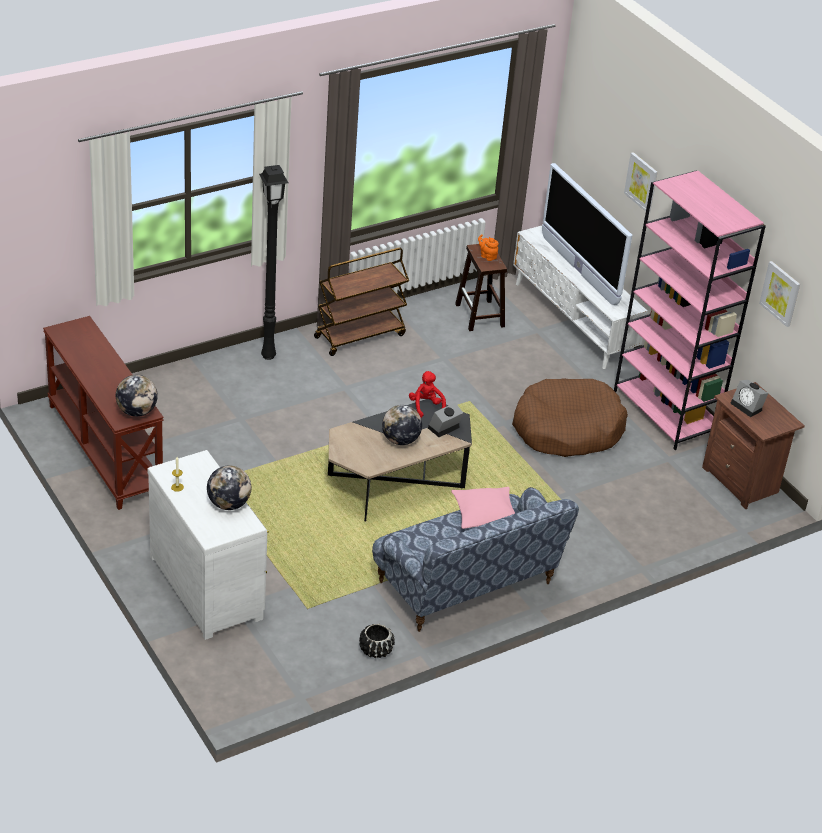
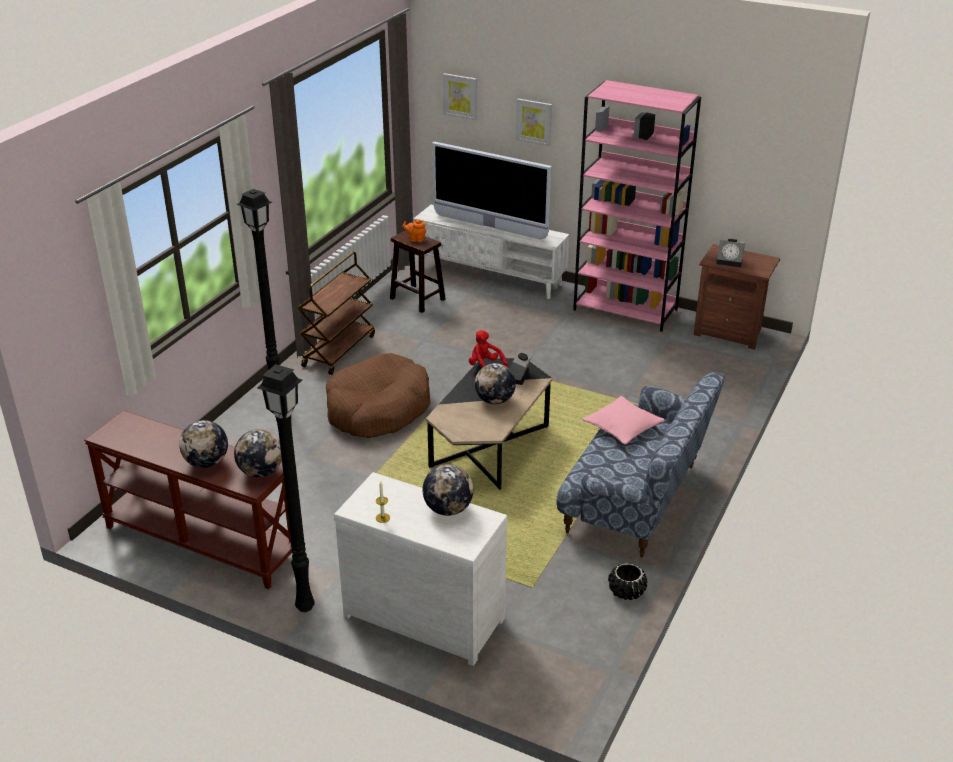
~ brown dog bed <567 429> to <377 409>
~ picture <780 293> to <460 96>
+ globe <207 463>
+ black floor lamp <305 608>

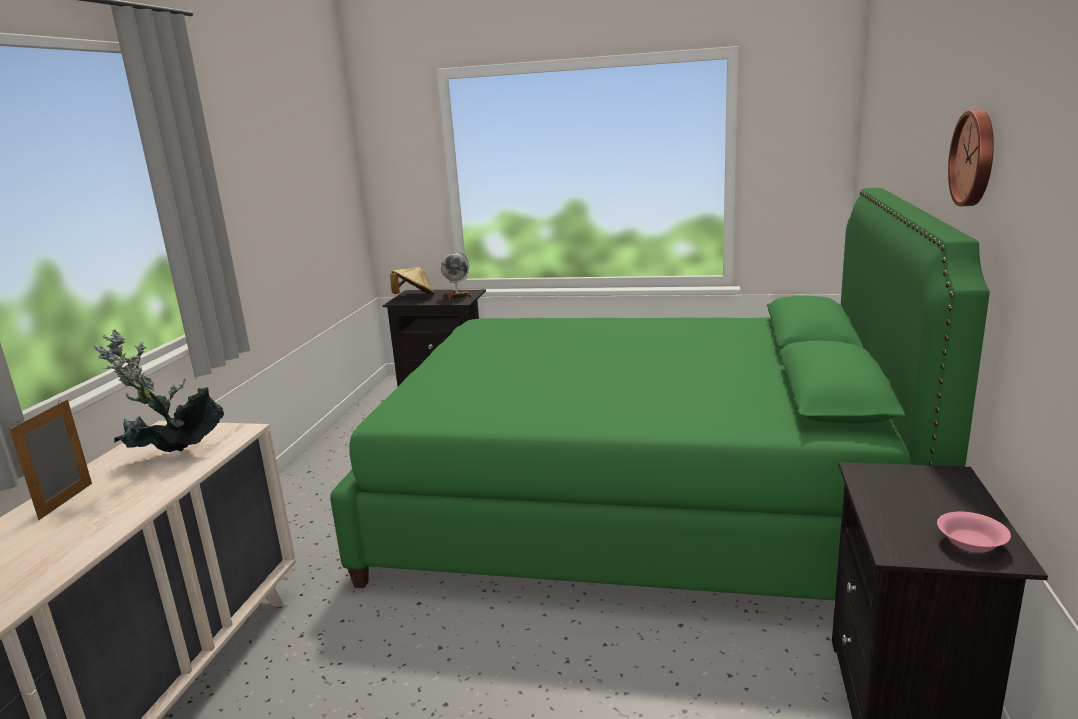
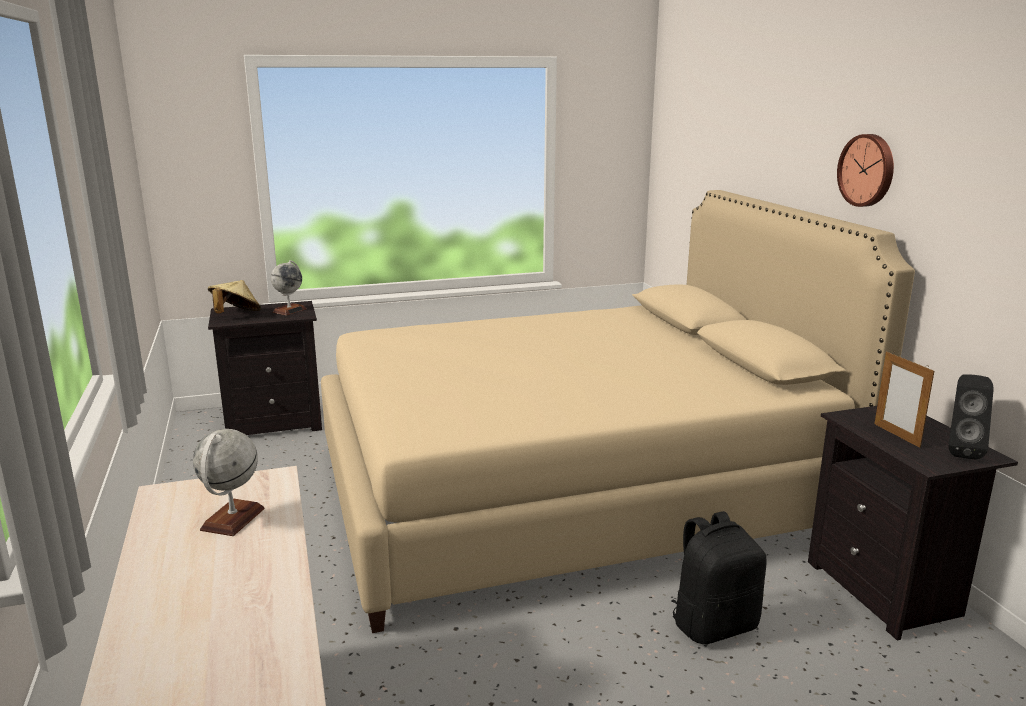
~ picture frame <66 501> to <896 435>
~ potted plant <172 457> to globe <233 519>
~ green bed <637 503> to beige bed <571 492>
~ pink bowl <971 544> to black speaker <961 451>
+ black backpack <714 625>

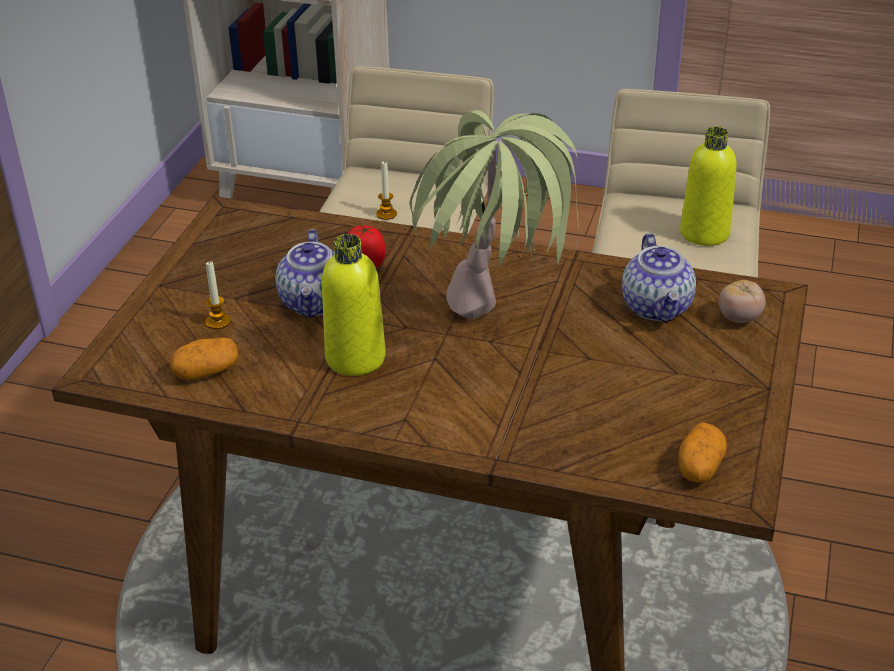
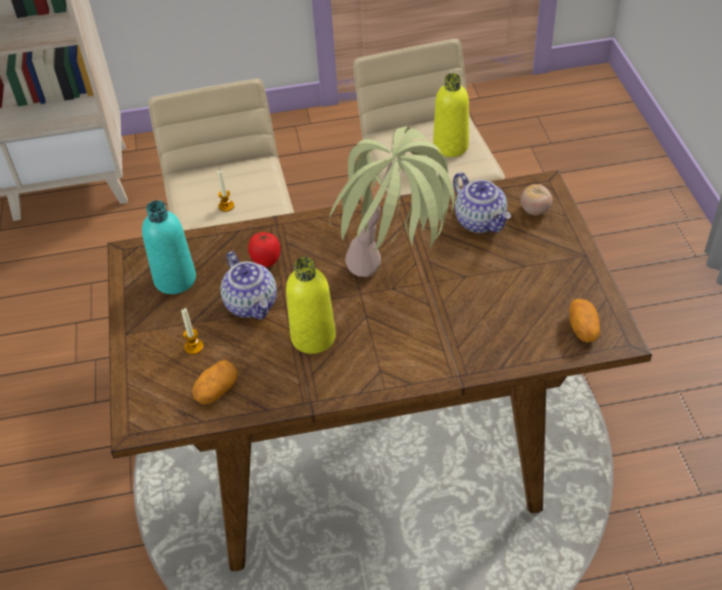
+ turquoise bottle <175 279>

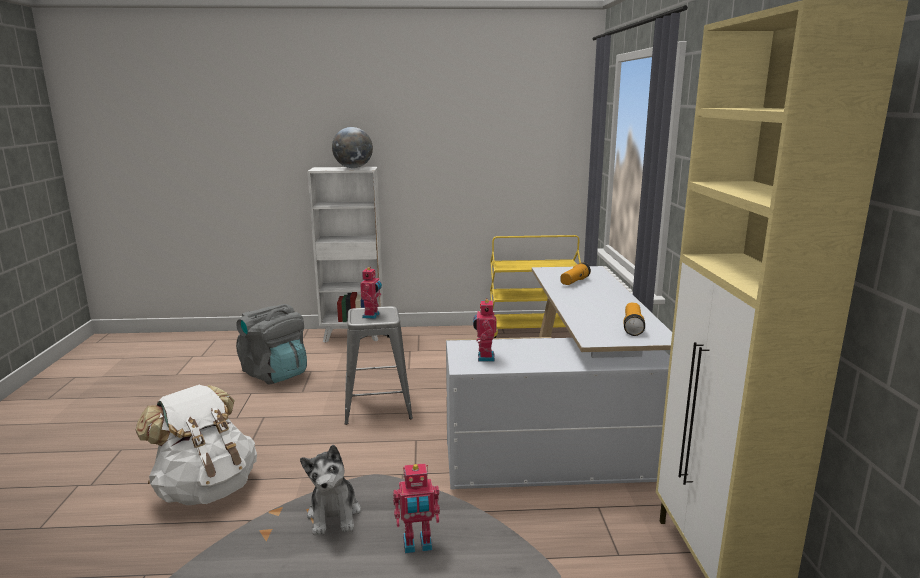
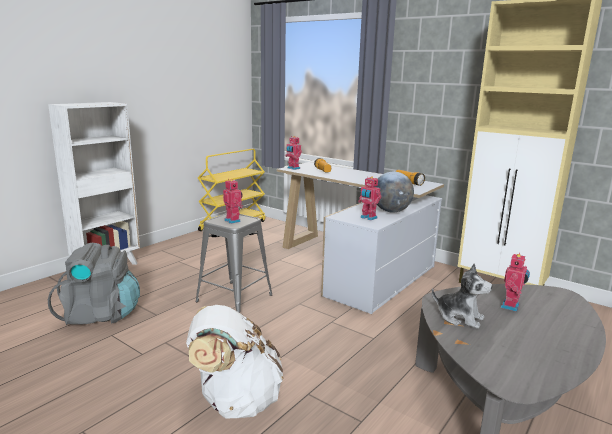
~ globe <353 168> to <391 211>
+ toy robot <293 168>

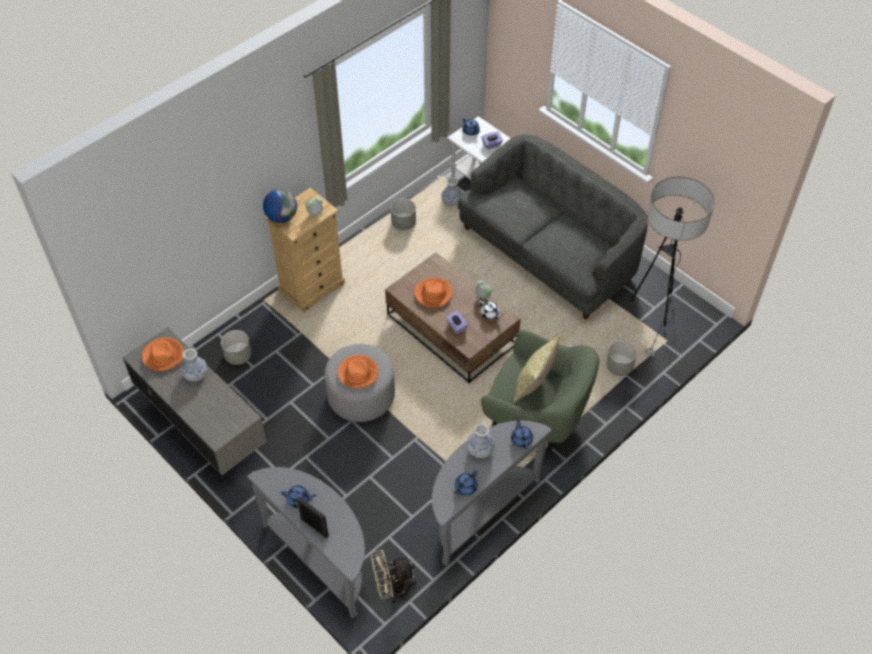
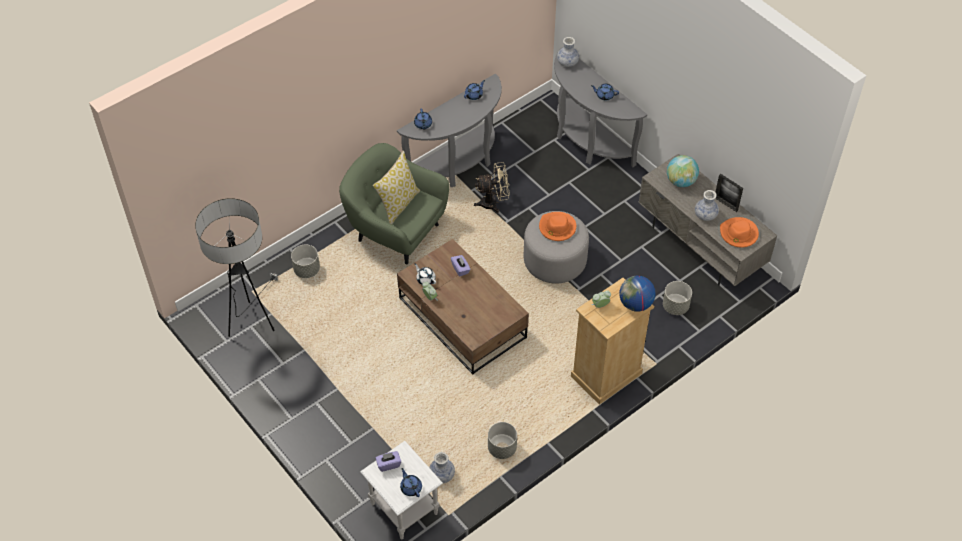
~ picture frame <314 527> to <726 204>
~ beige fan <392 589> to <493 203>
- orange hat <433 294>
- grey sofa <549 253>
~ vase <480 449> to <567 63>
+ globe <681 181>

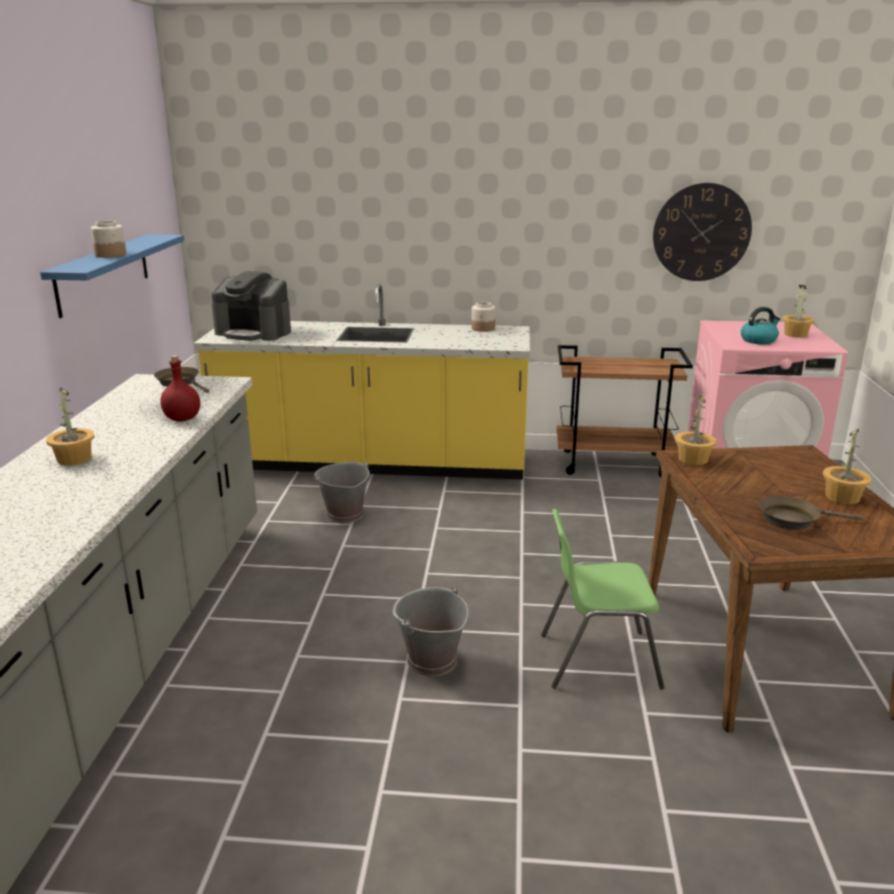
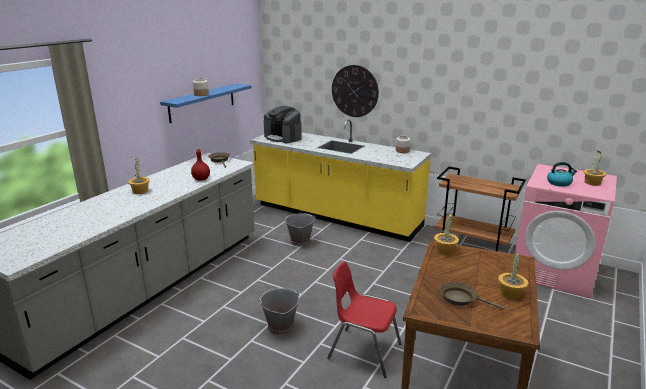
~ green chair <596 659> to red chair <363 351>
~ wall clock <701 232> to <355 91>

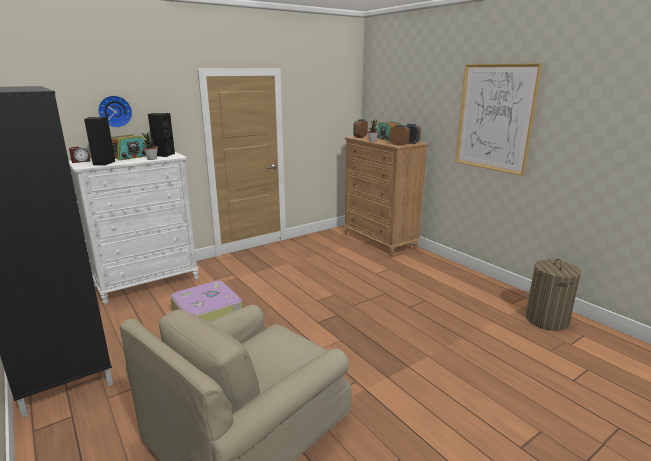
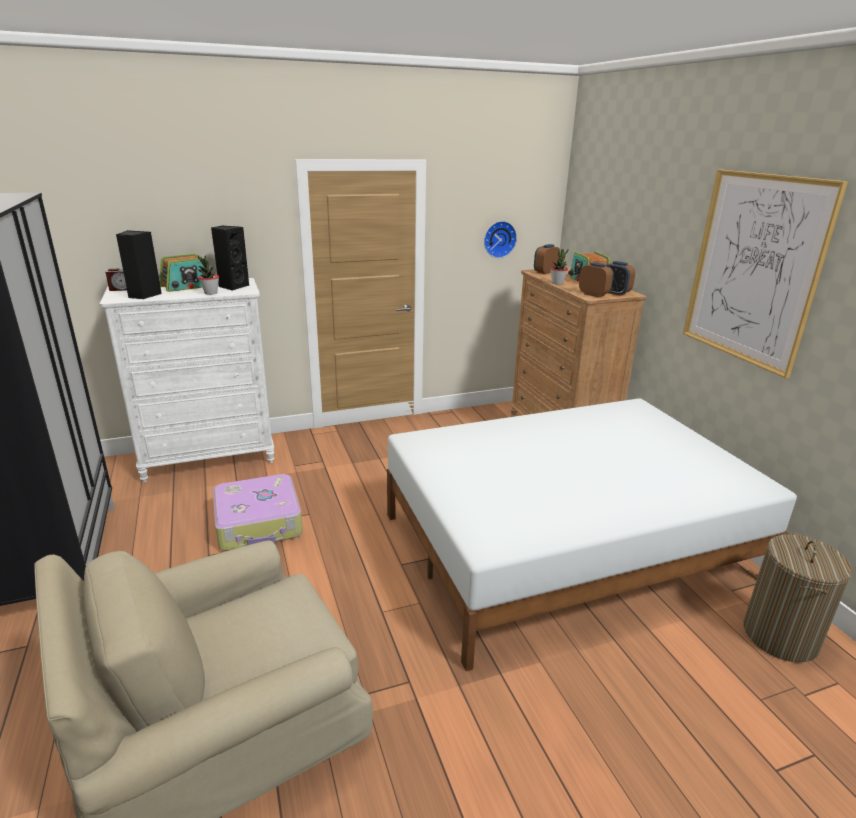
~ wall clock <114 111> to <499 239>
+ white bed <566 547>

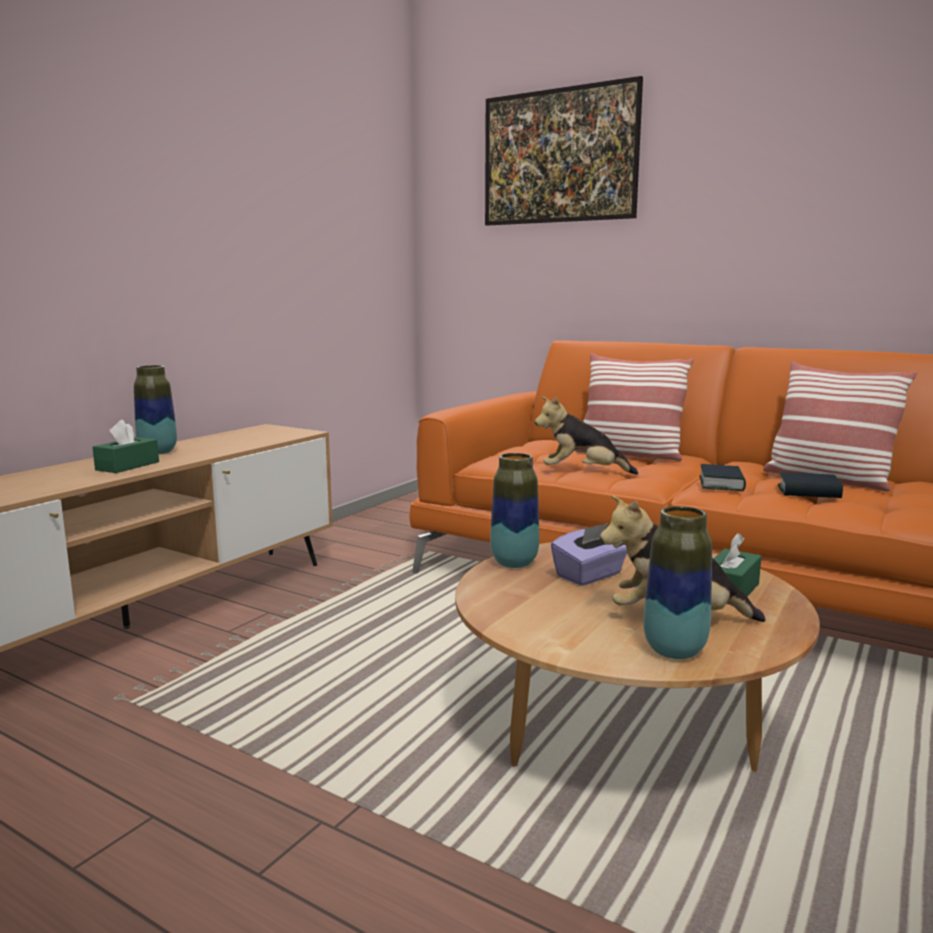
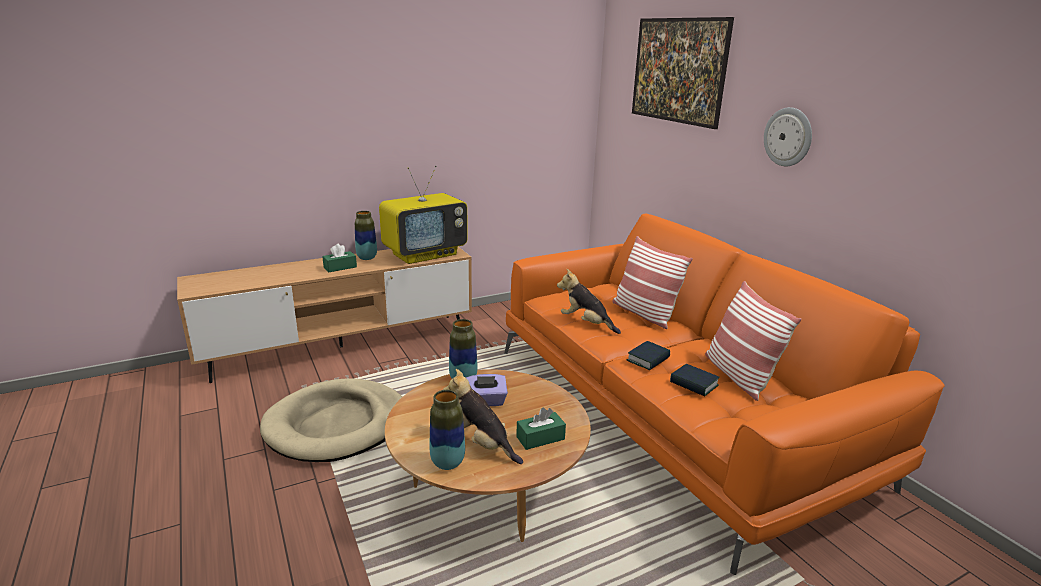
+ beige dog bed <337 424>
+ television <425 254>
+ wall clock <788 137>

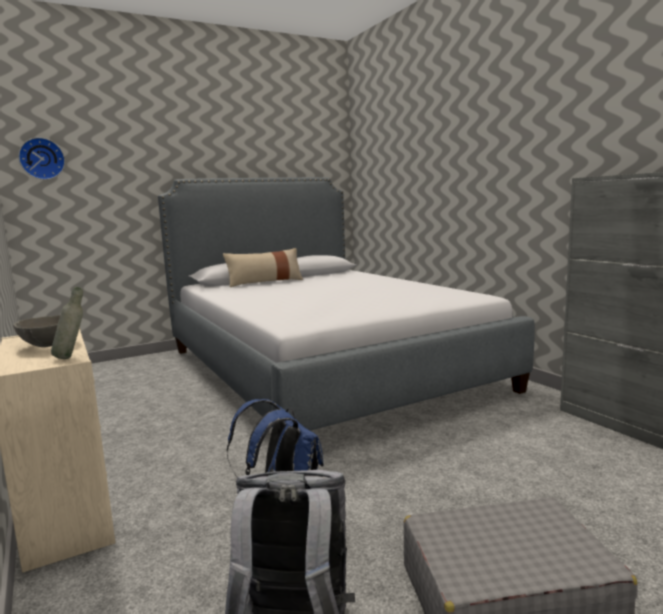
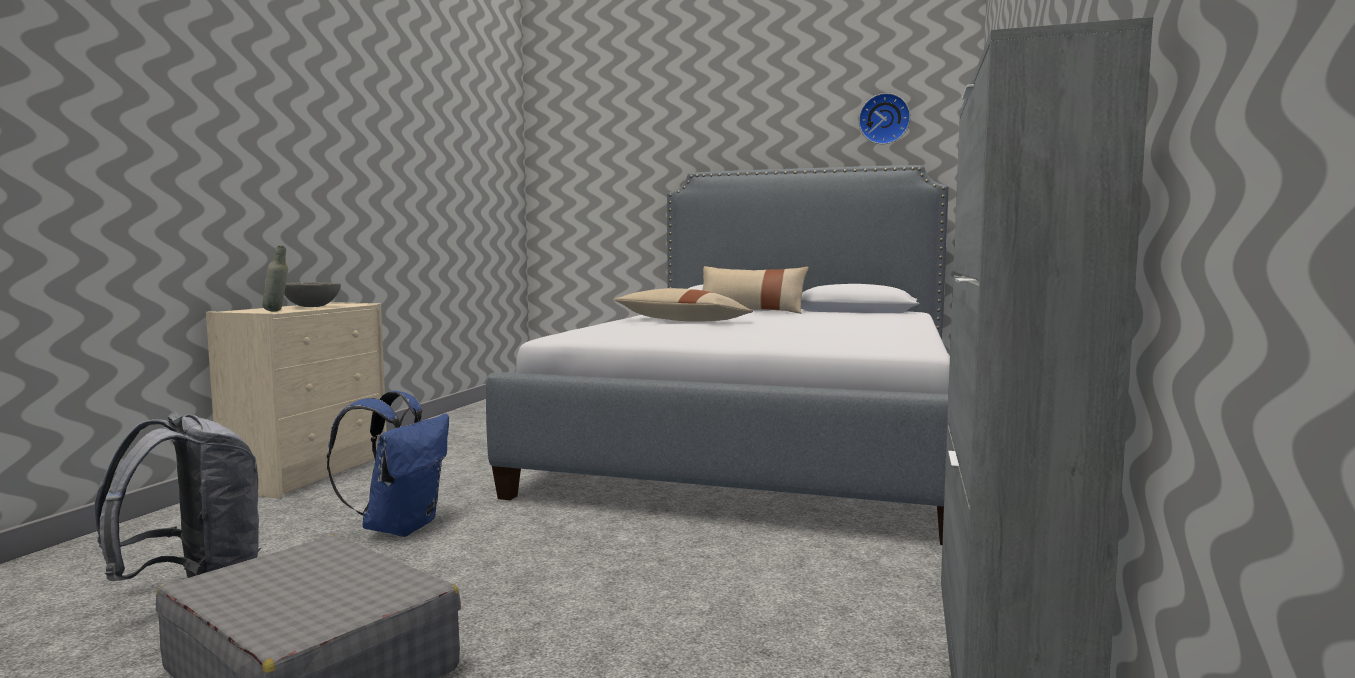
~ wall clock <42 159> to <884 119>
+ beige pillow <681 321>

